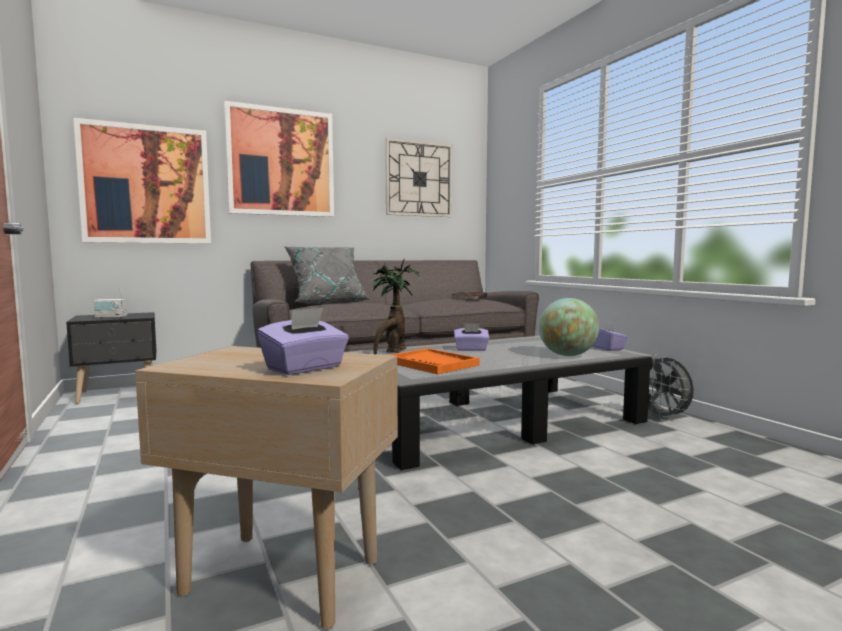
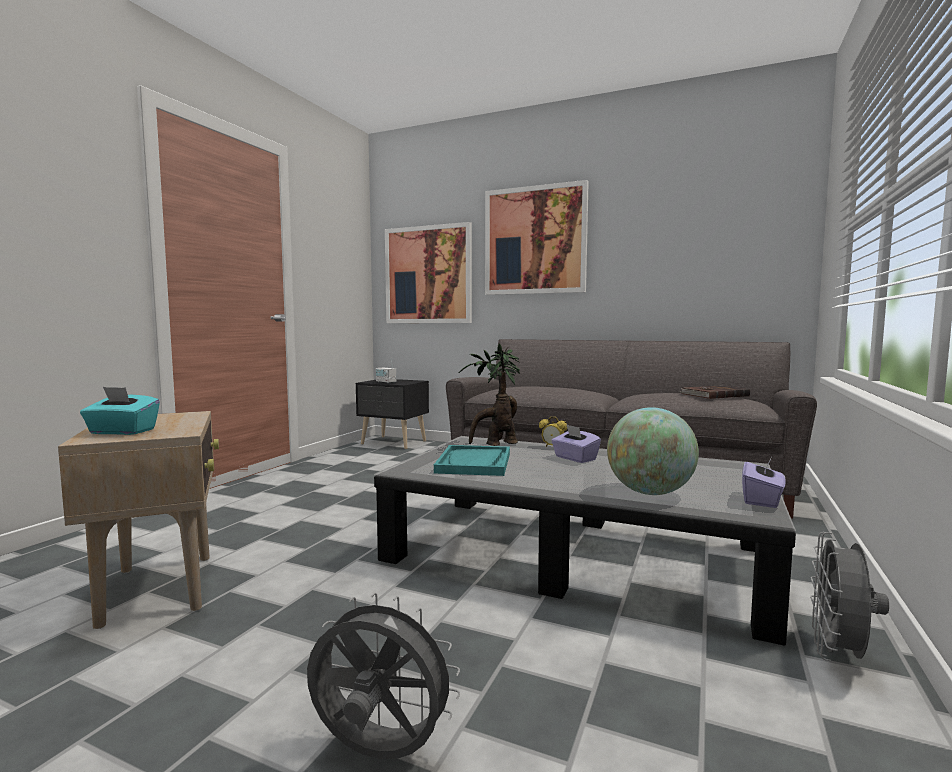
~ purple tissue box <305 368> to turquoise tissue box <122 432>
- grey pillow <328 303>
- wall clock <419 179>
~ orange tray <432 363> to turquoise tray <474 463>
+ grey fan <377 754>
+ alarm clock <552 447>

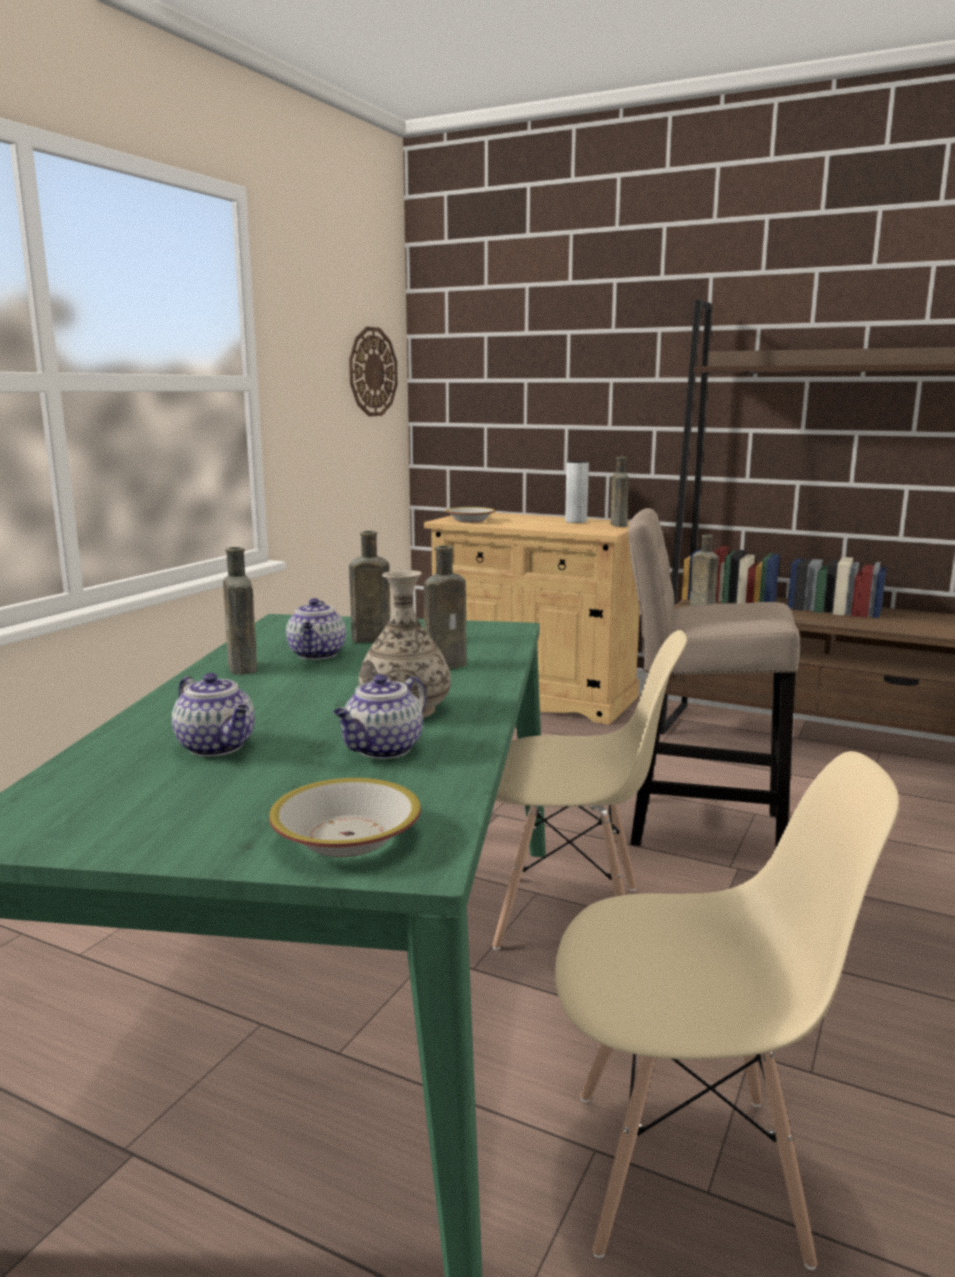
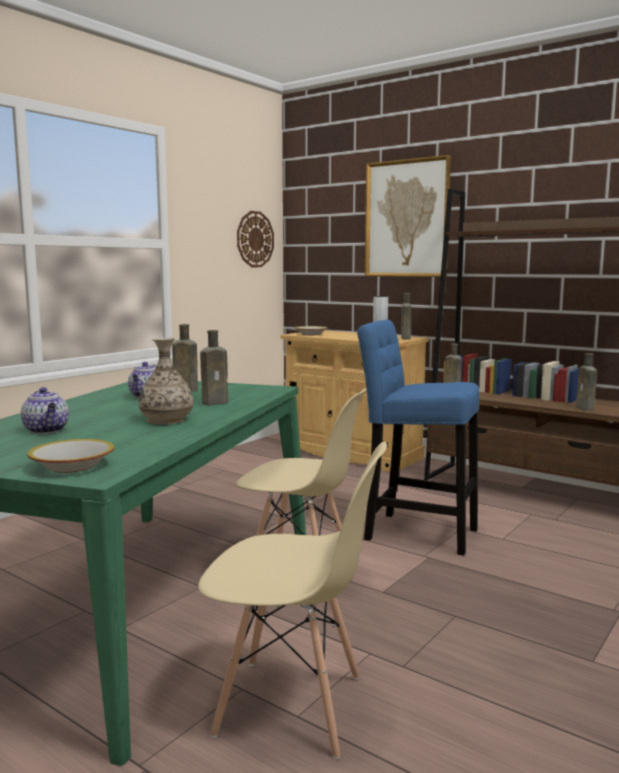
~ brown bottle <243 669> to <585 408>
- teapot <383 750>
~ beige stool <696 826> to blue stool <415 532>
+ picture <406 219>

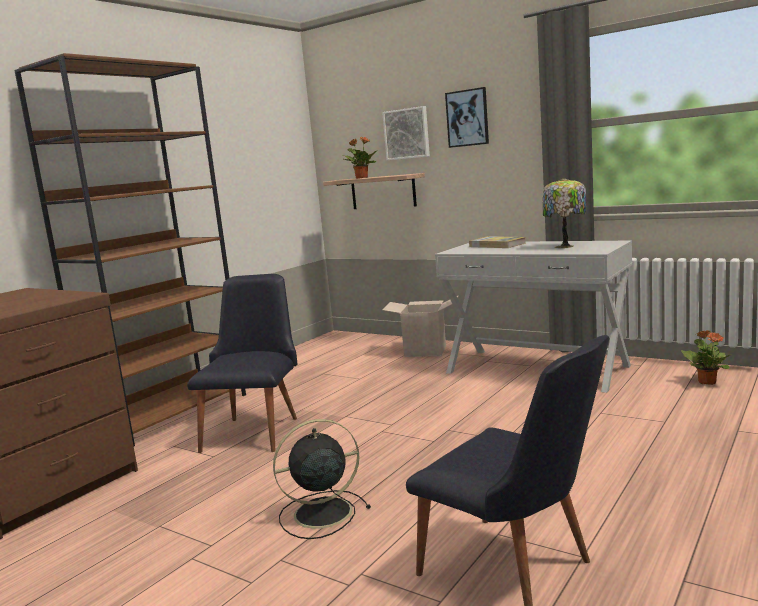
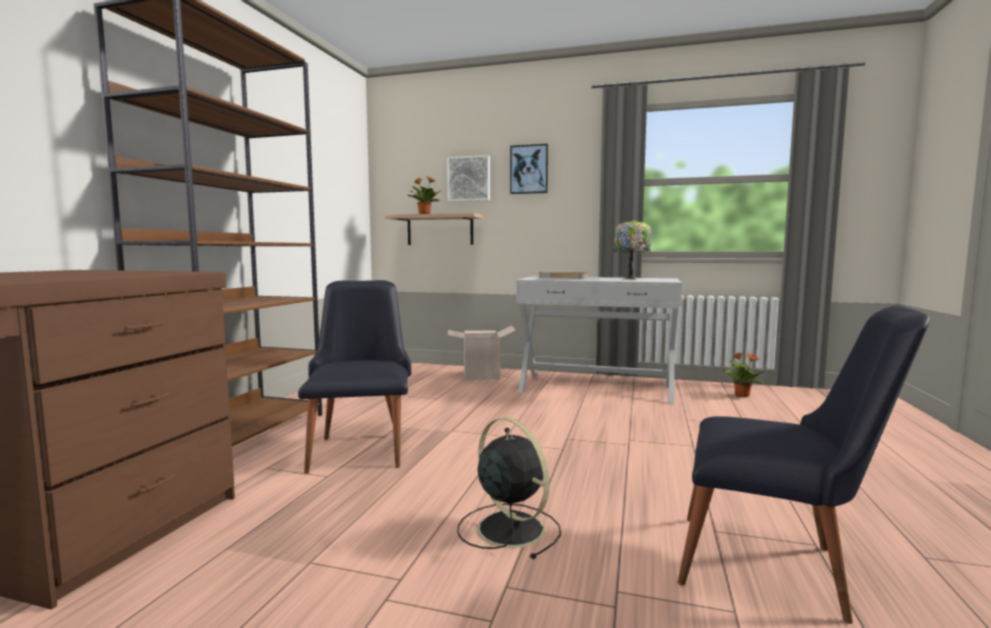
~ black fan <320 513> = <508 528> 90 degrees clockwise

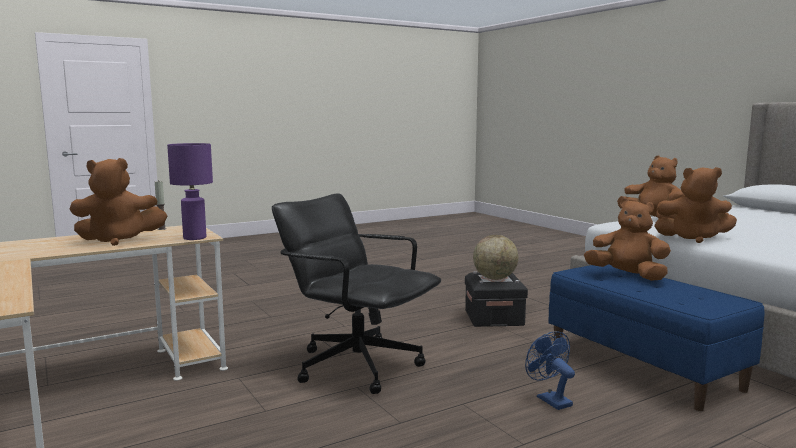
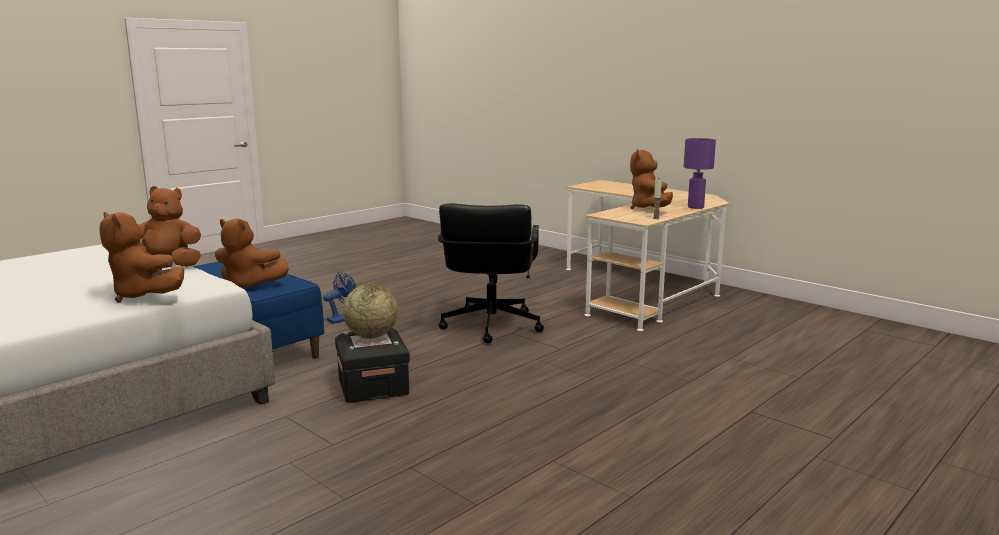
~ brown plush toy <118 240> = <649 209> 60 degrees counterclockwise
~ purple table lamp <194 238> to <695 207>
~ black office chair <357 365> = <490 326> 75 degrees clockwise
~ blue fan <550 399> = <343 319> 90 degrees counterclockwise

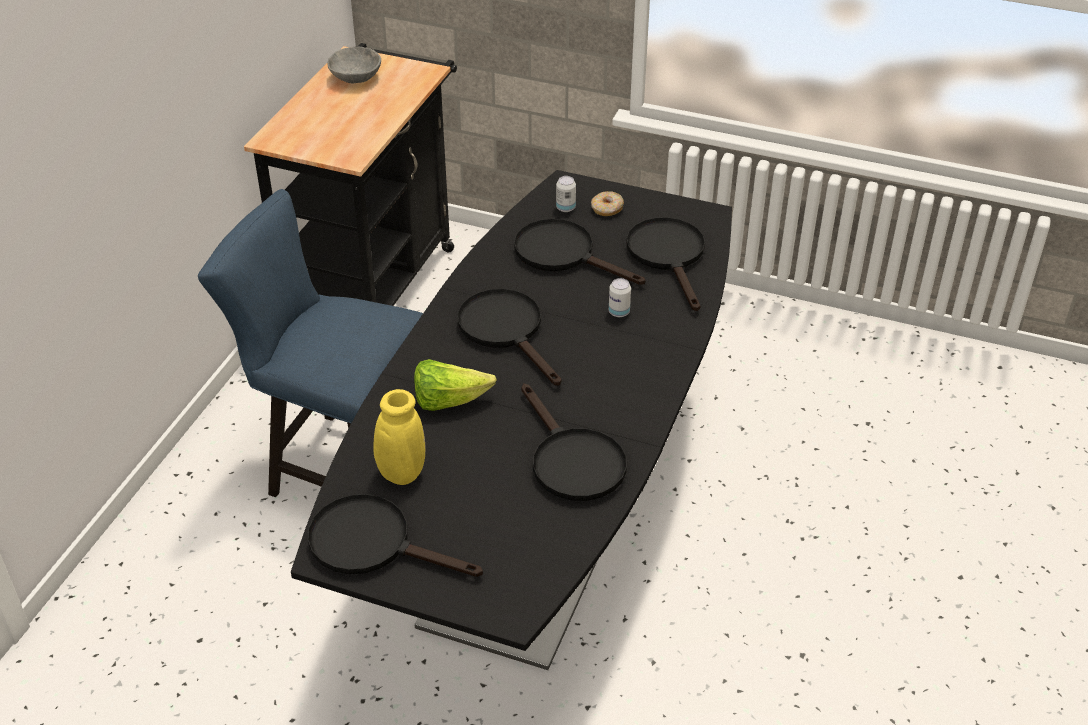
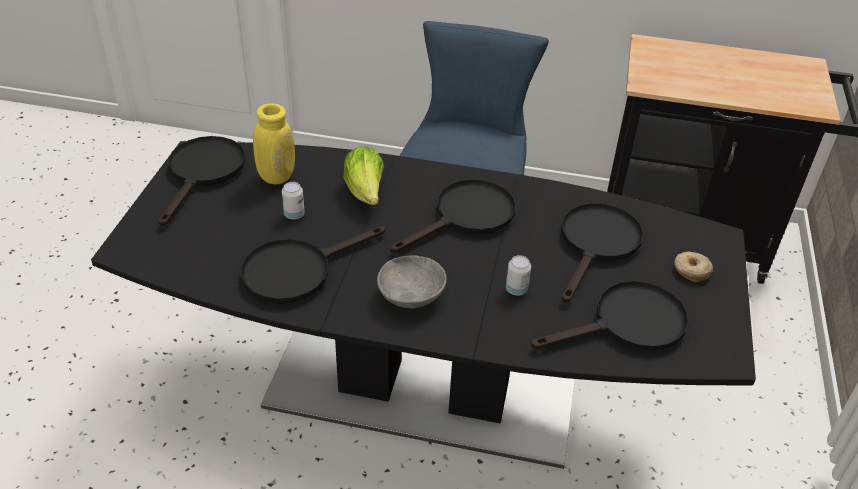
~ grey bowl <356 77> to <412 295>
~ can <565 208> to <294 215>

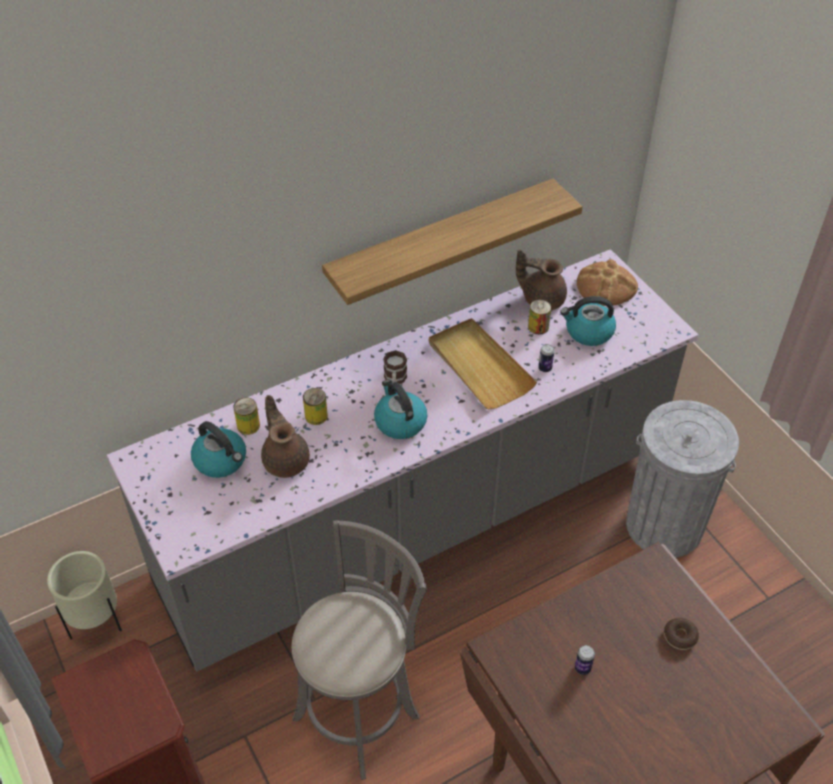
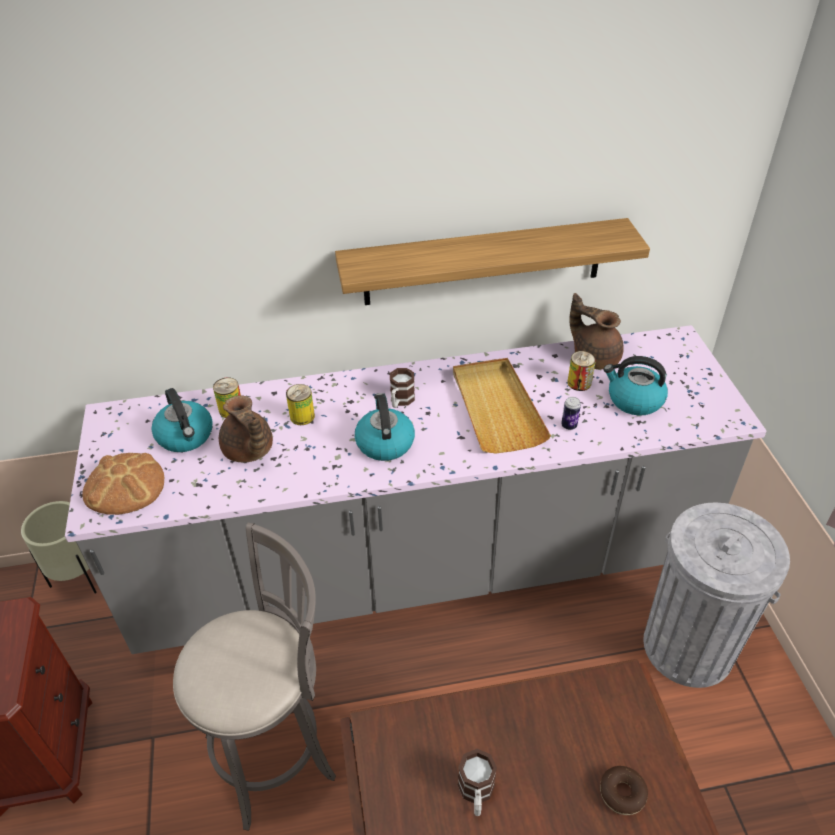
~ brown teapot <286 459> = <248 451> 150 degrees clockwise
~ can <582 668> to mug <476 793>
~ bread <606 286> to <124 486>

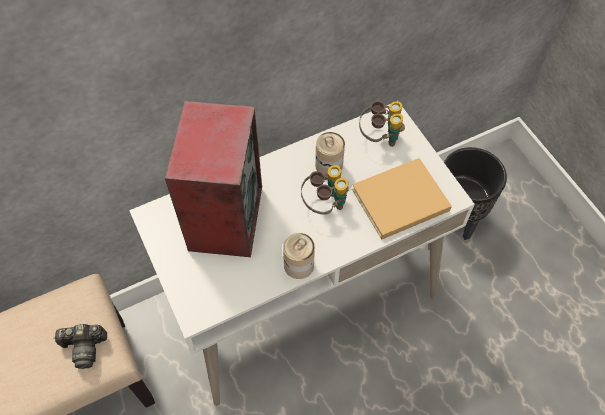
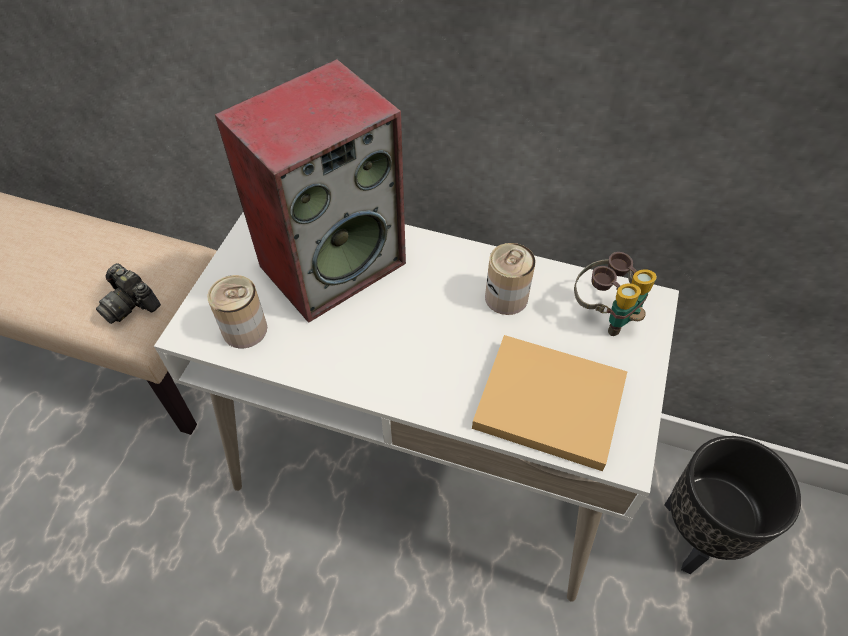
~ can <298 265> to <244 329>
- binoculars <325 204>

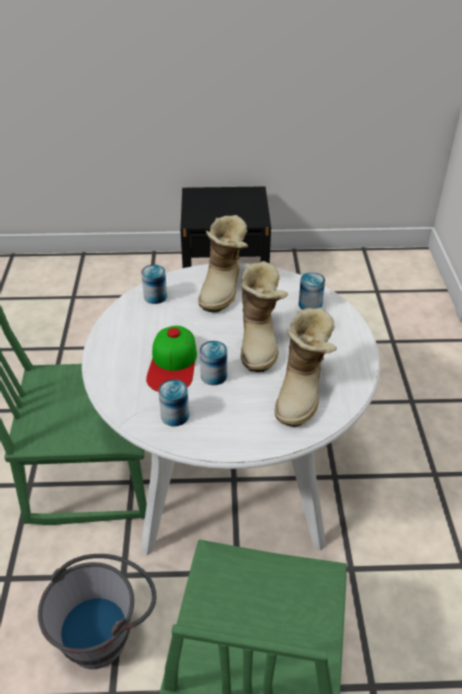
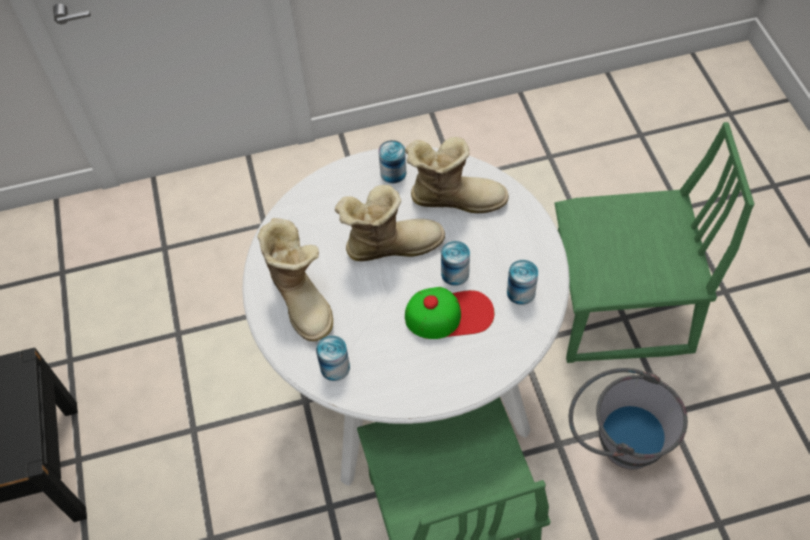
~ boot <223 288> = <302 299> 60 degrees clockwise
~ can <310 304> to <393 173>

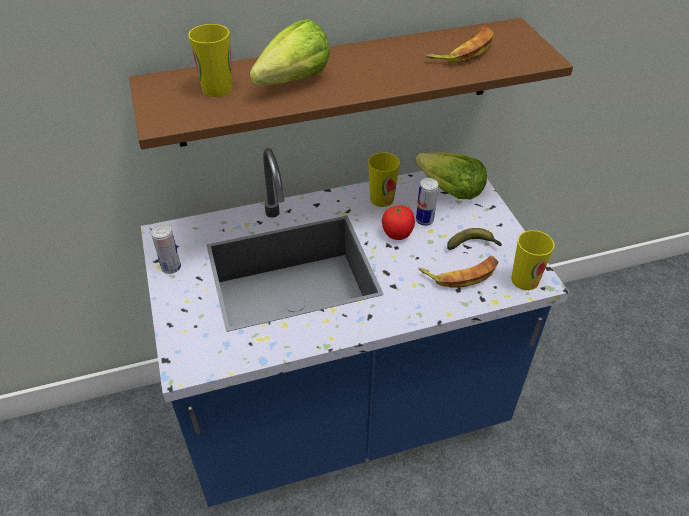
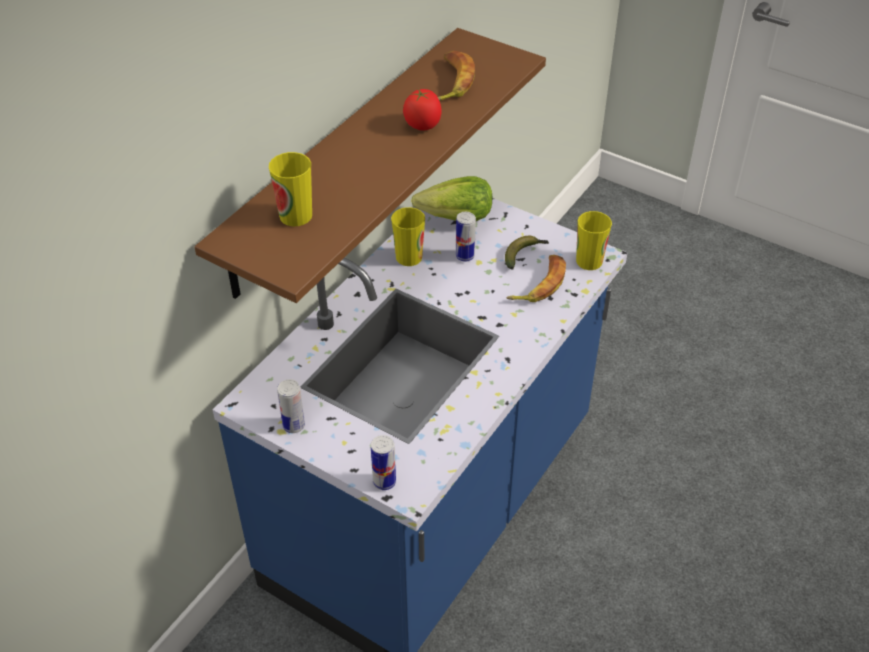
- lettuce <286 84>
~ tomato <397 234> to <422 125>
+ can <384 482>

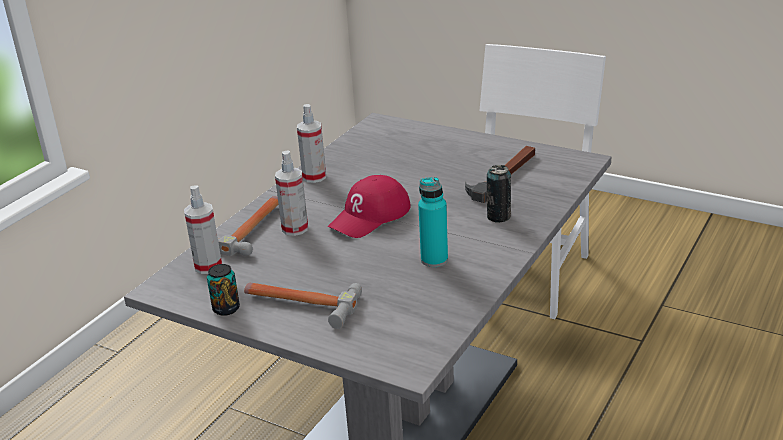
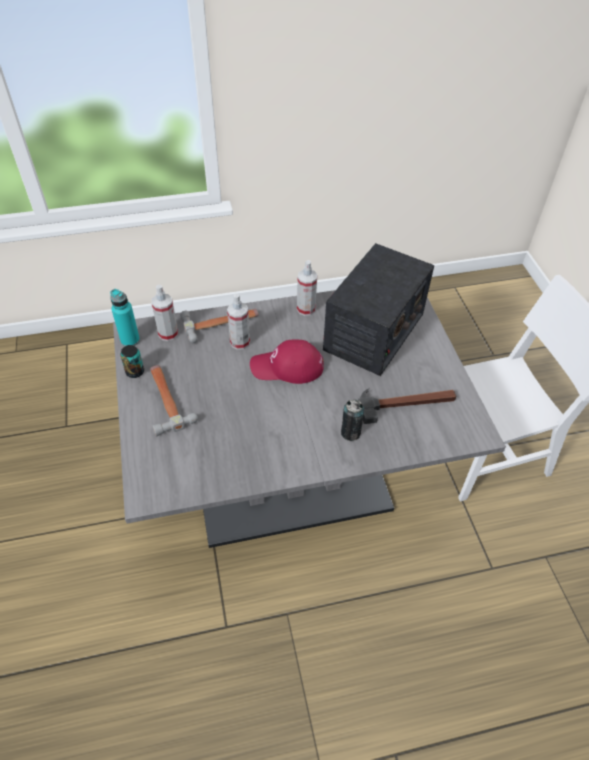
~ turquoise bottle <434 260> to <130 340>
+ radio <374 332>

